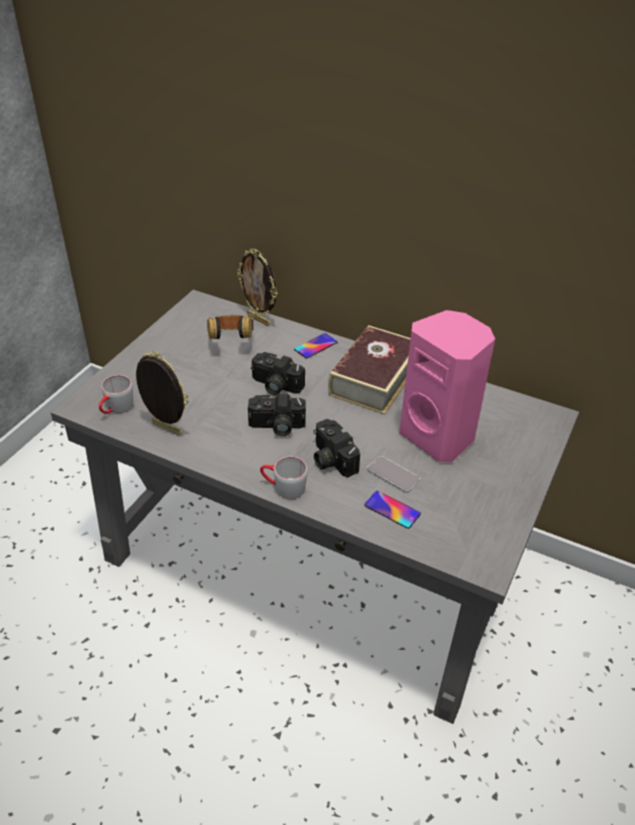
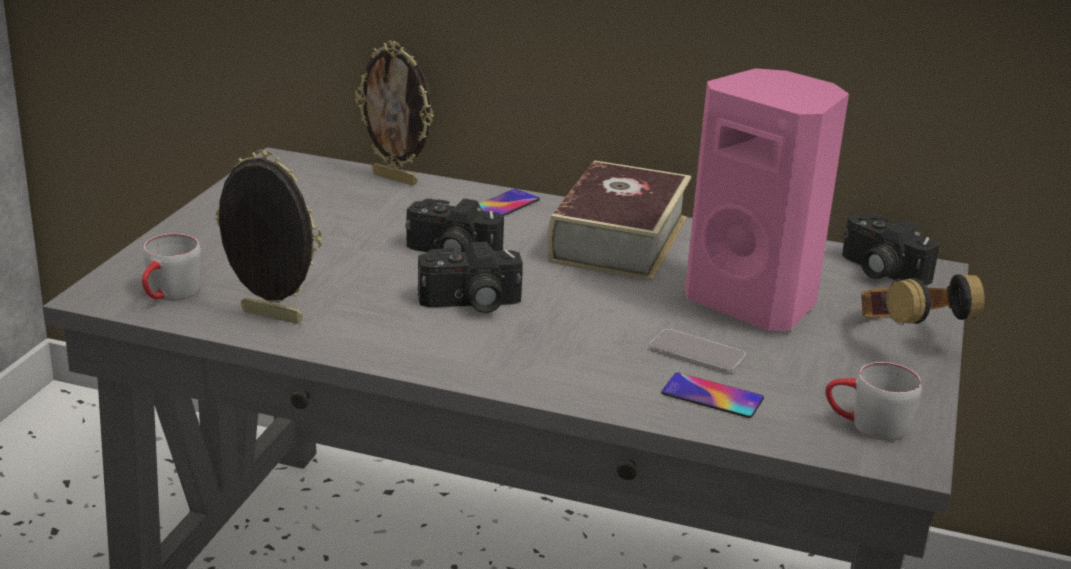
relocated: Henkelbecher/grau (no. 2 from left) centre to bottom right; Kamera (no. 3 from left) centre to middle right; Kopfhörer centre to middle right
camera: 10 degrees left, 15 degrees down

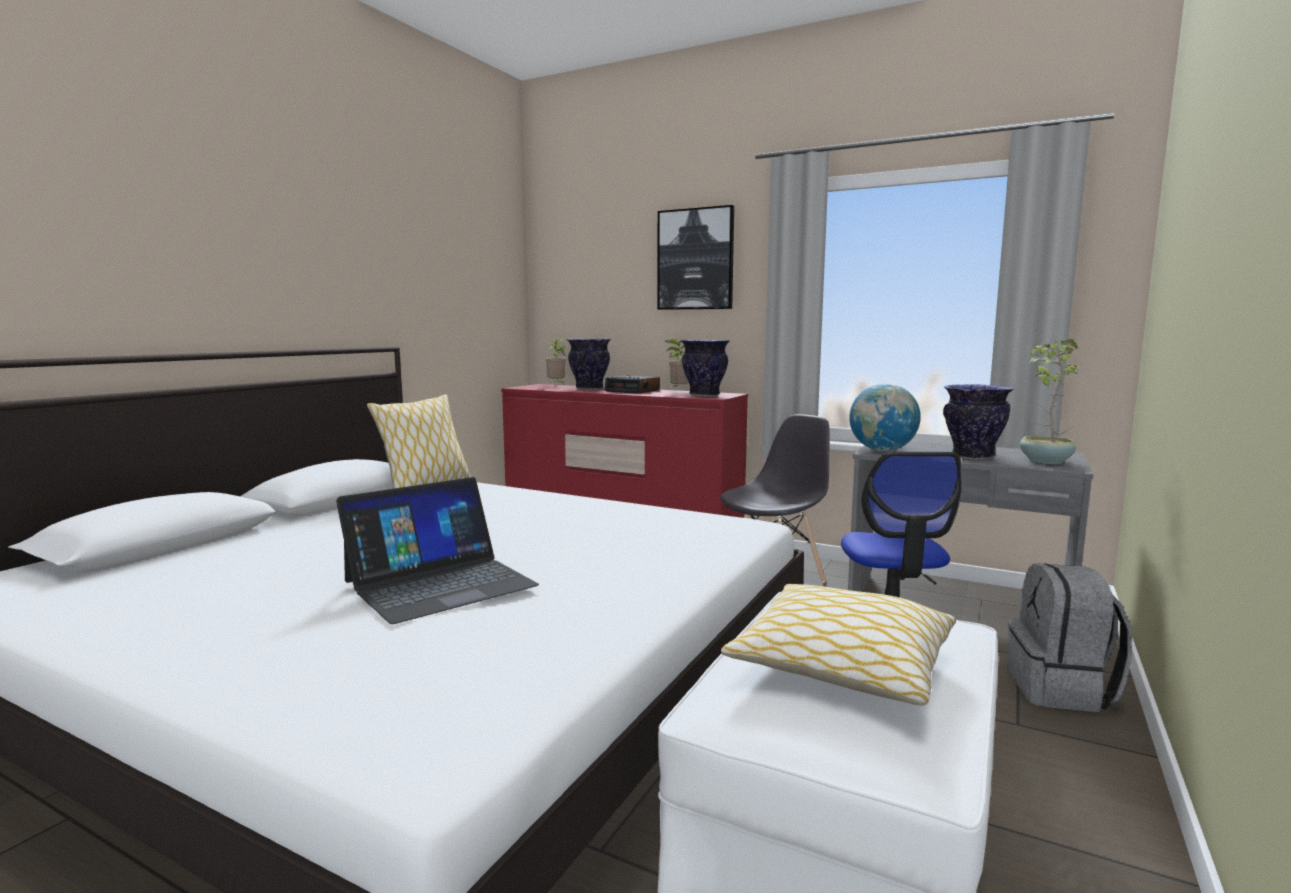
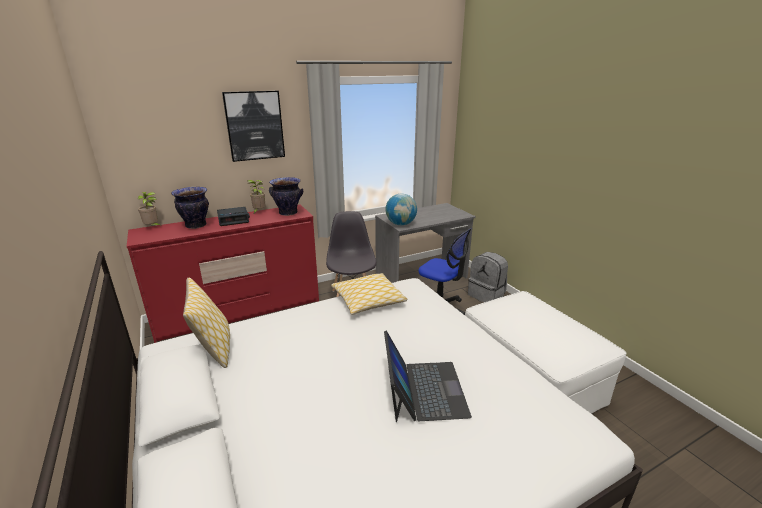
missing: Vase (no. 3 from left) middle right; Topfpflanze (no. 3 from left) middle right
relocated: Kissen (no. 2 from left) bottom centre to centre
camera: 55 degrees left, 15 degrees up

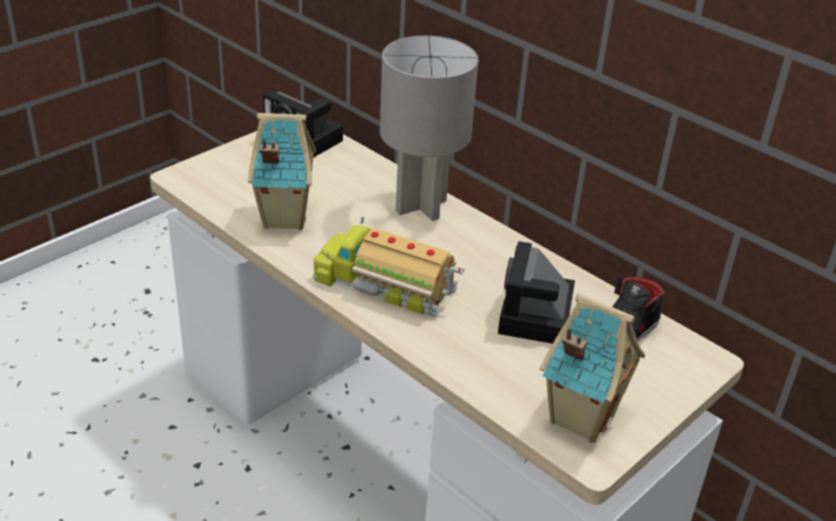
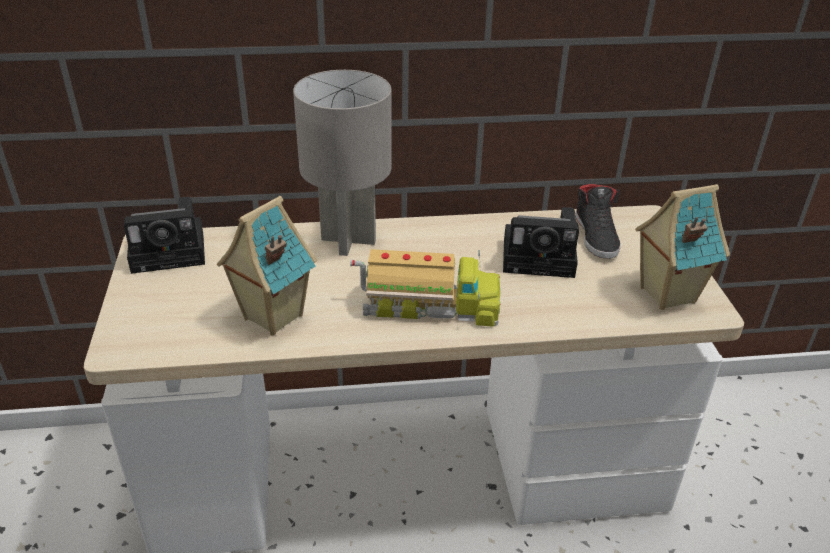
spun: Spielzeuglaster centre = centre 150 degrees counterclockwise; Kamera (no. 2 from left) centre = centre 45 degrees counterclockwise
camera: 50 degrees left, 0 degrees up

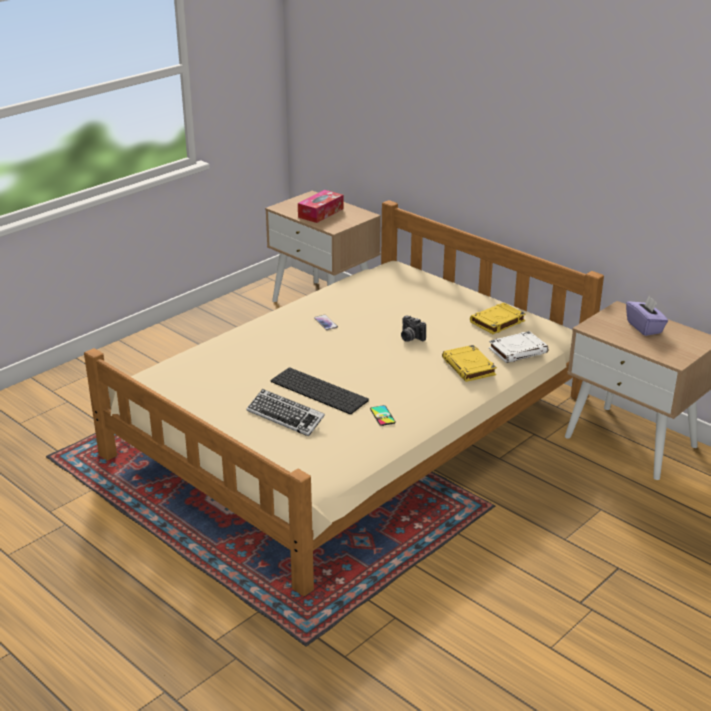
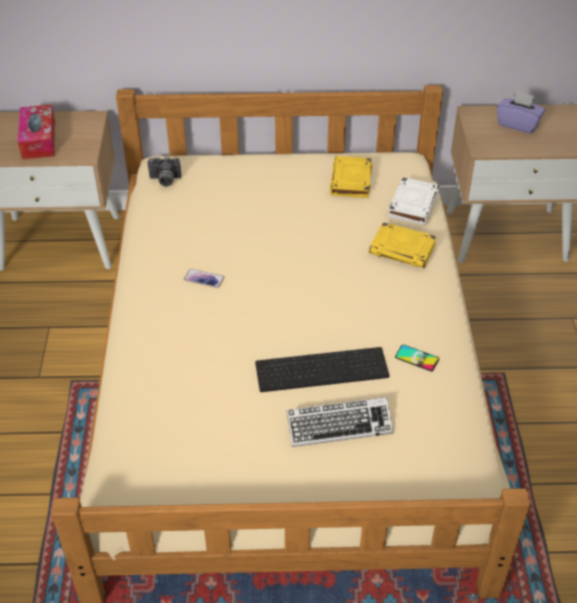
relocated: Kamera centre to top left
camera: 45 degrees left, 15 degrees up

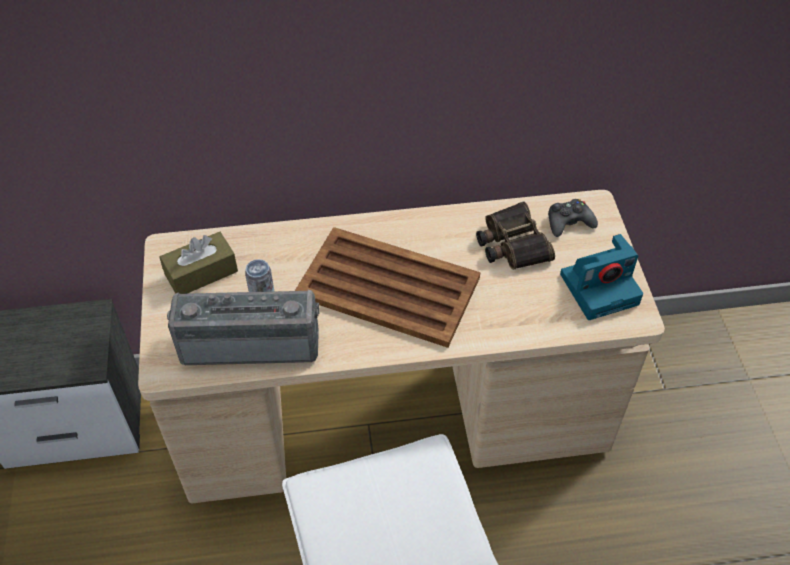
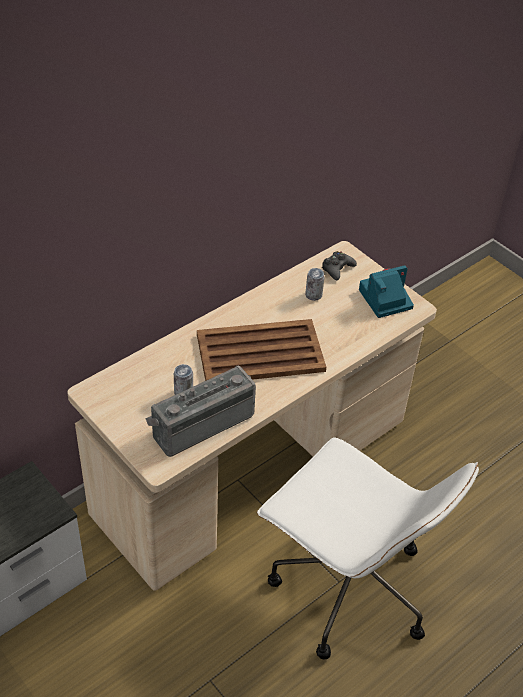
missing: Taschentuchbox/braun middle left
exchanged: Fernglas centre to Dose (no. 2 from left) centre
spun: Kamera middle right = middle right 150 degrees counterclockwise
camera: 35 degrees left, 5 degrees down

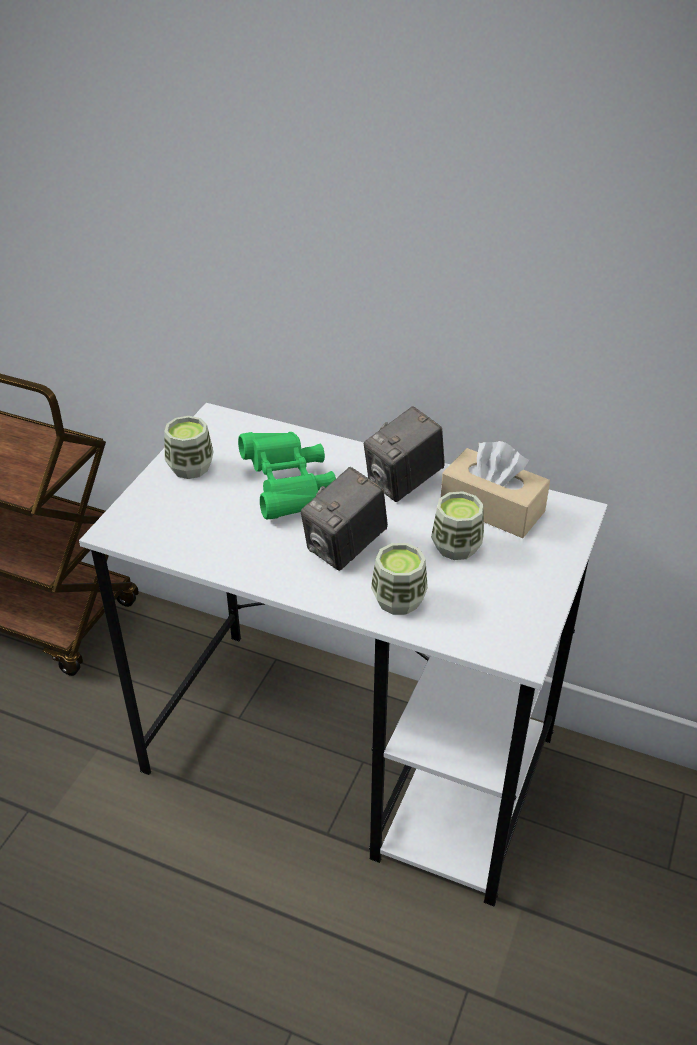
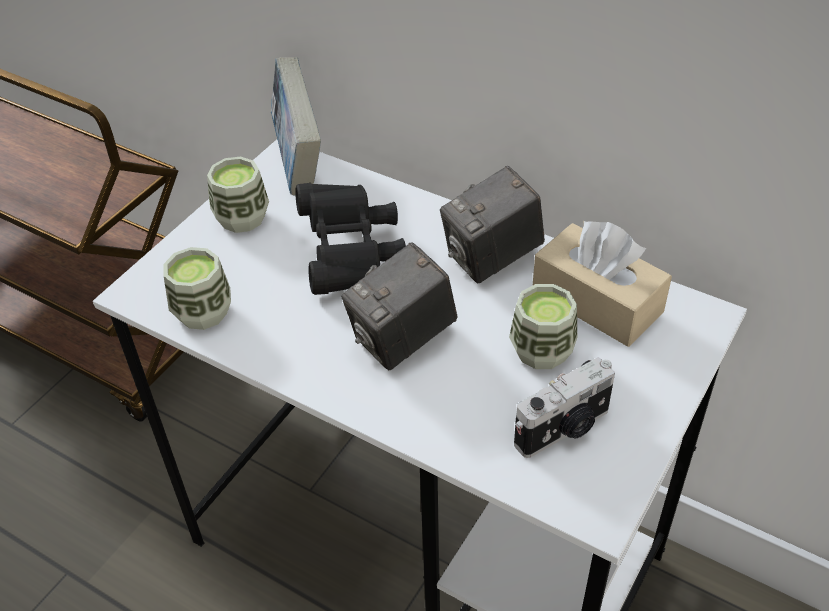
appeared: Buch top centre; Kamera (no. 3 from left) middle right
relocated: Tasse (no. 2 from left in the first image) centre to Tasse (no. 1 from left) middle left
colour: Fernglas/grün centre to Fernglas/schwarz centre
camera: 10 degrees right, 5 degrees up

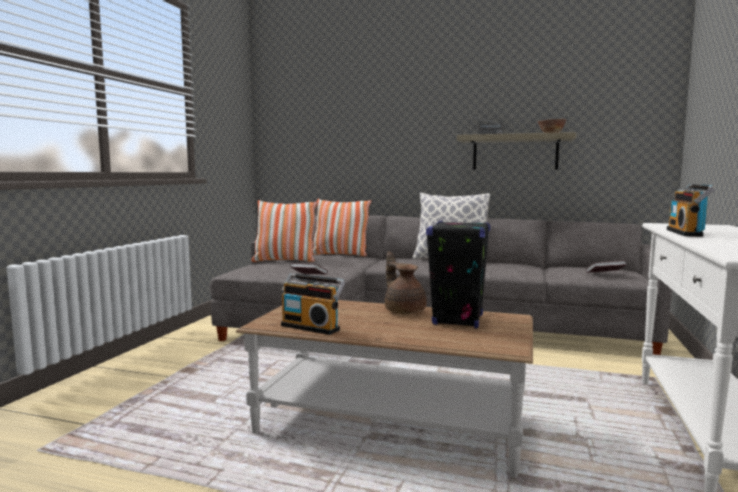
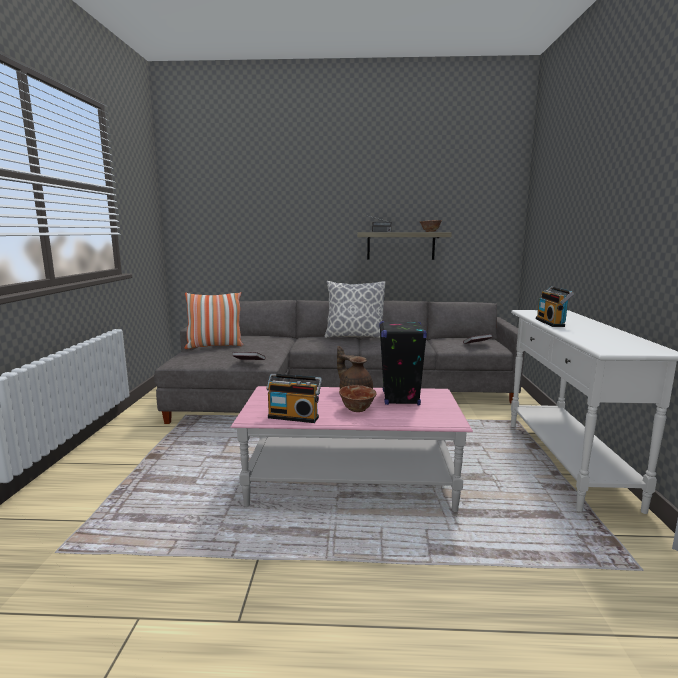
missing: Kissen (no. 2 from left) centre
appeared: Schüssel (no. 1 from left) centre
colour: Couchtisch/braun bottom centre to Couchtisch/rosa centre
camera: 15 degrees left, 5 degrees up

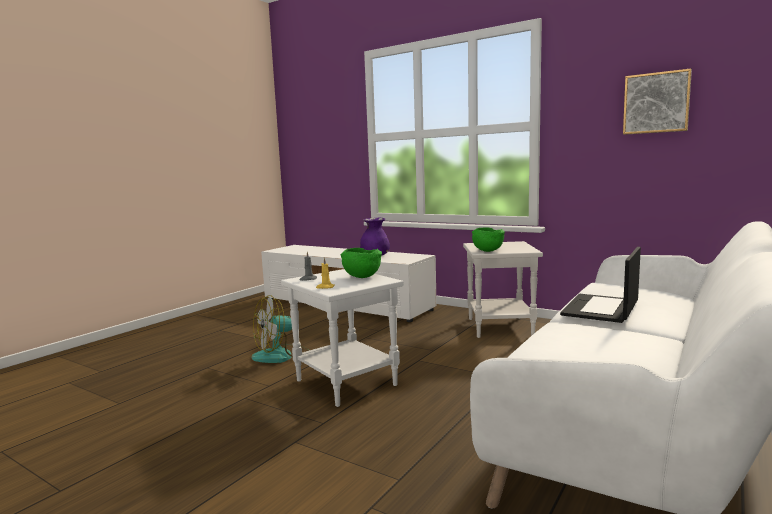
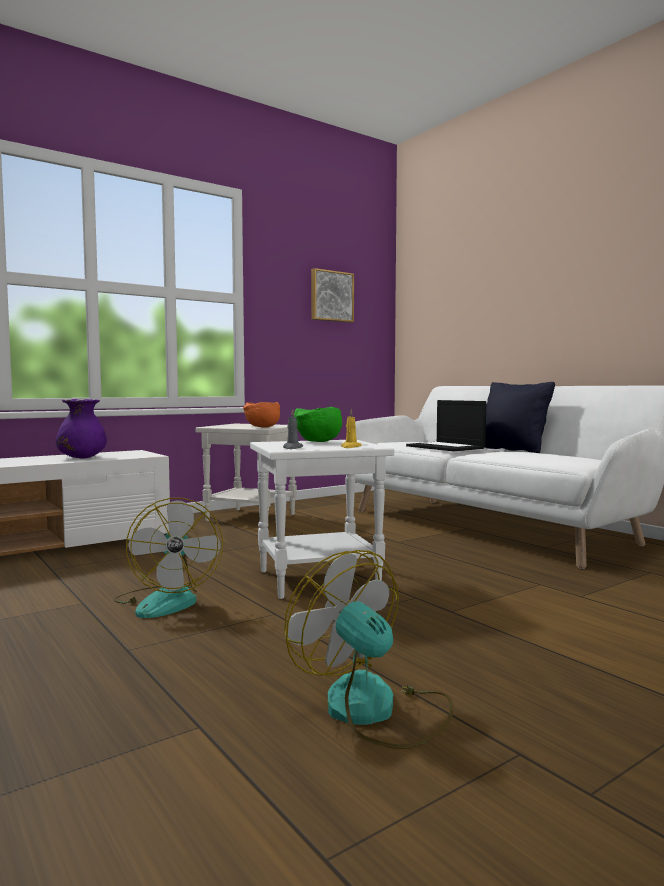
appeared: Ventilator (no. 2 from left) bottom centre; Kissen/schwarz middle right
colour: Schüssel/grün (no. 2 from left) centre to Schüssel/orange centre
camera: 70 degrees left, 5 degrees down

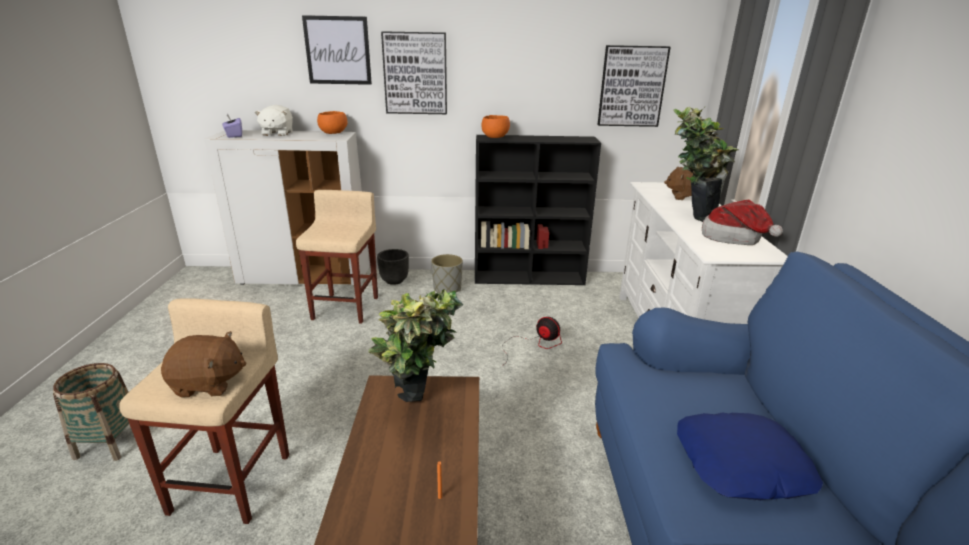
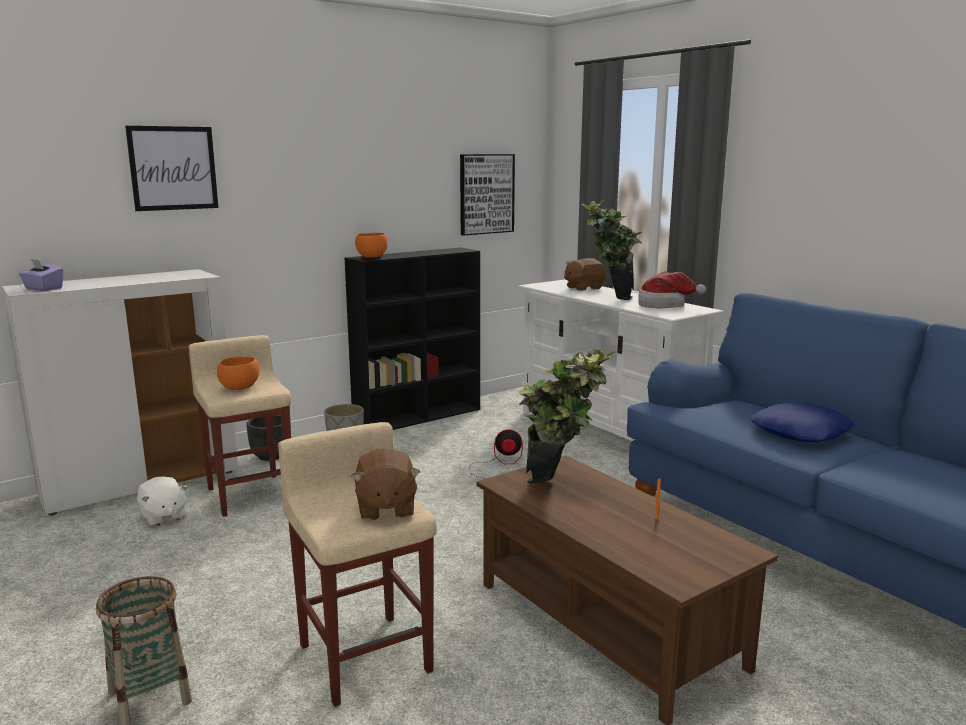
missing: Bild (no. 2 from left) top centre
relocated: Plüschtier/weiß top left to bottom left; Schüssel/orange (no. 1 from left) top centre to middle left
spun: Plüschtier/braun (no. 1 from left) bottom left = bottom centre 120 degrees clockwise
camera: 35 degrees left, 10 degrees down

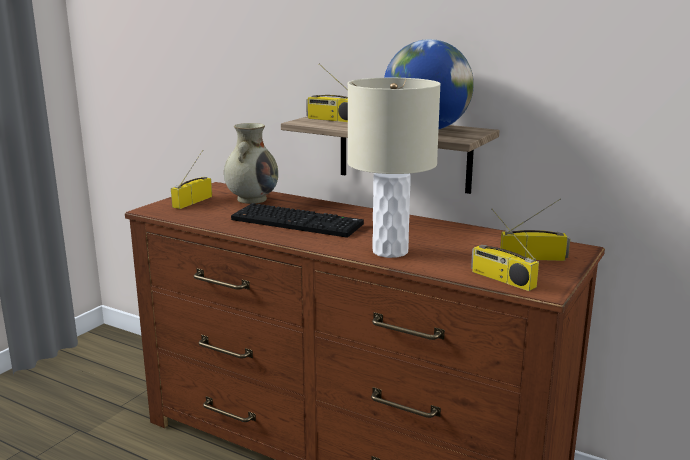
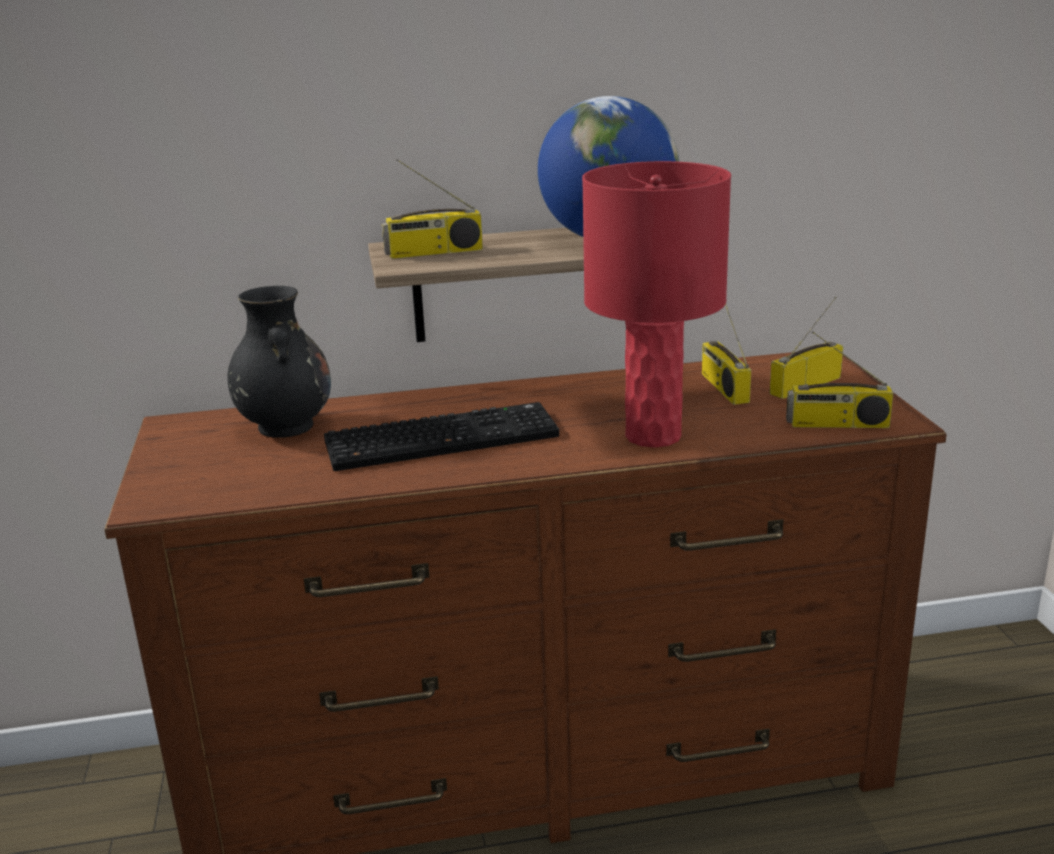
relocated: Radio (no. 1 from left in the first image) middle left to Radio (no. 2 from left) middle right
colour: Vase/beige centre to Vase/schwarz middle left; Tischlampe/beige centre to Tischlampe/rot centre
camera: 40 degrees left, 5 degrees up

